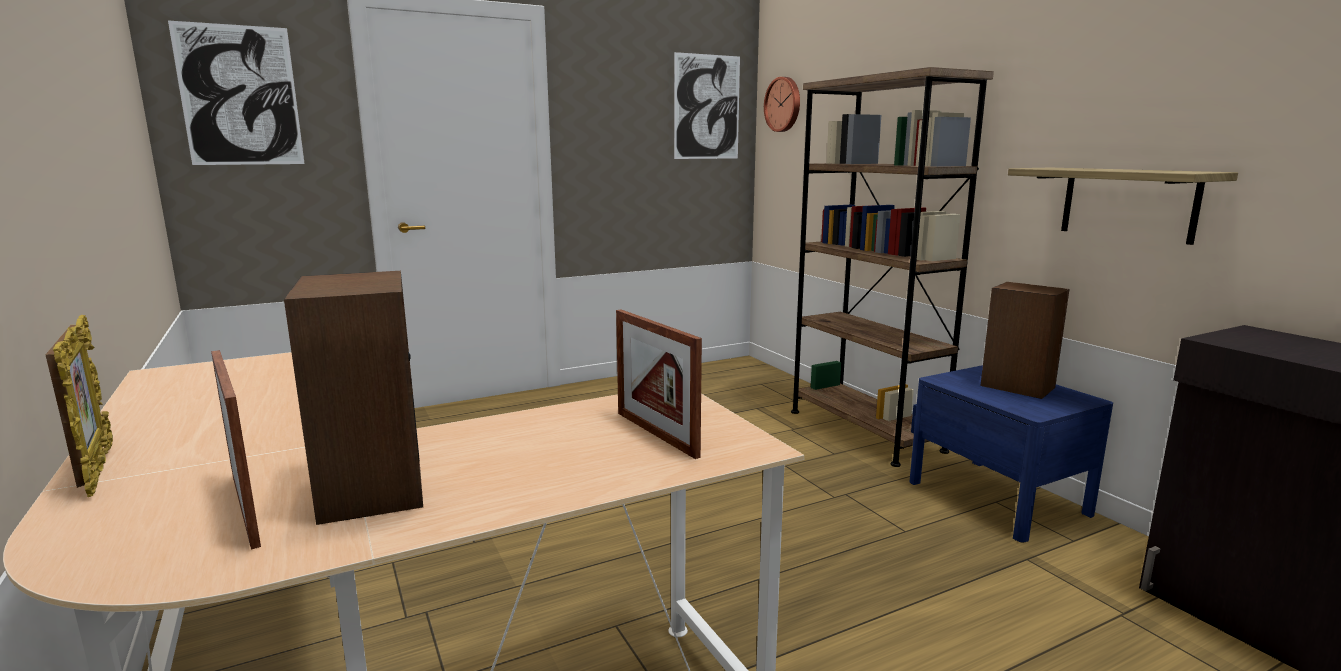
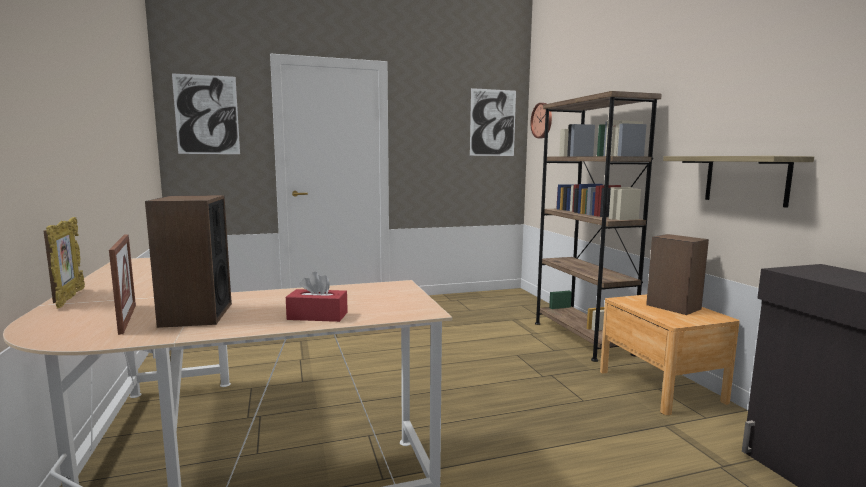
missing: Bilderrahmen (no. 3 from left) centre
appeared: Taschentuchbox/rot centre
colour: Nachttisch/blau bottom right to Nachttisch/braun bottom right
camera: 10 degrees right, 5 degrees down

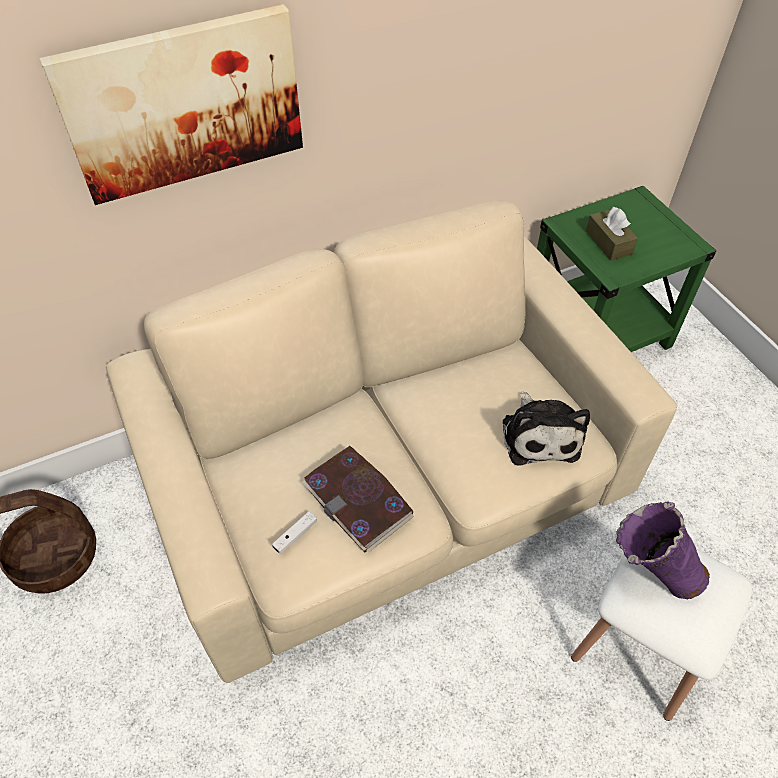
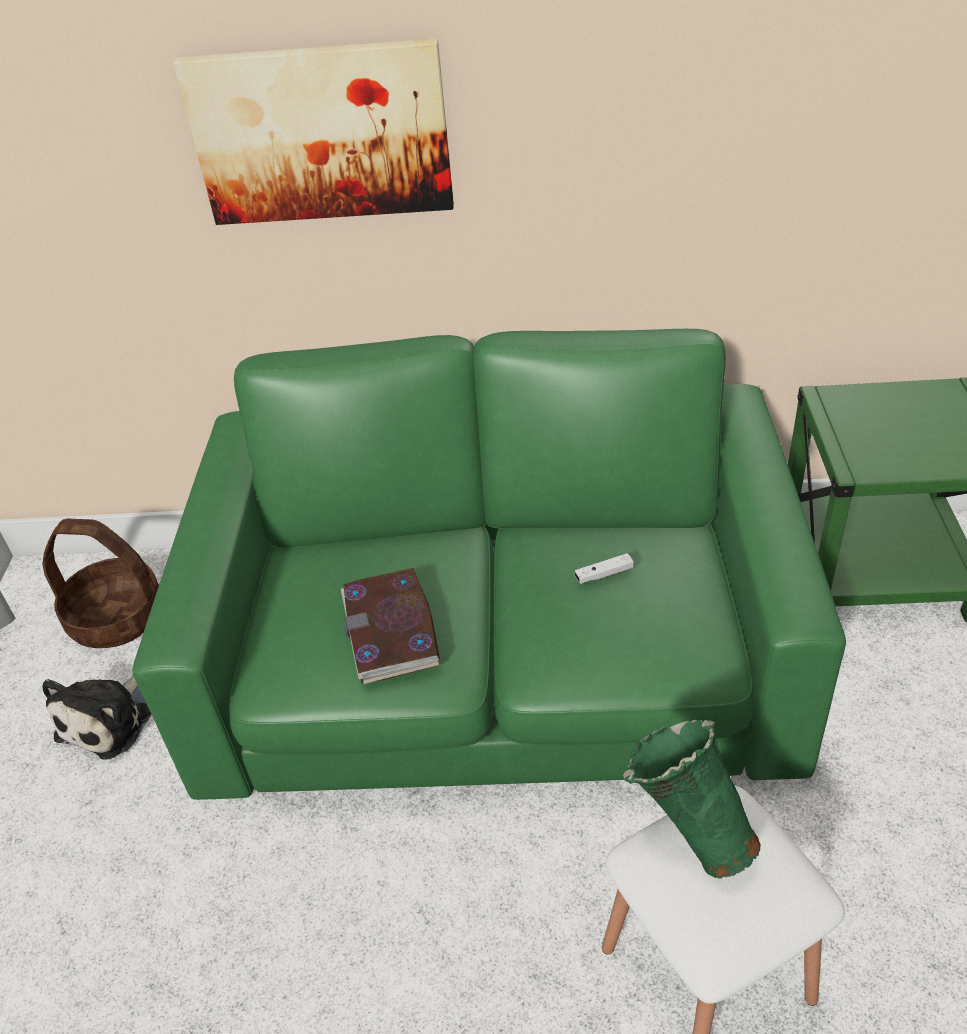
missing: Taschentuchbox/braun top right
relocated: Plüschtier middle right to bottom left; Gamepad/weiß bottom centre to centre
colour: Sofa/beige centre to Sofa/grün centre; Vase/lila bottom right to Vase/grün bottom right
camera: 30 degrees right, 10 degrees down

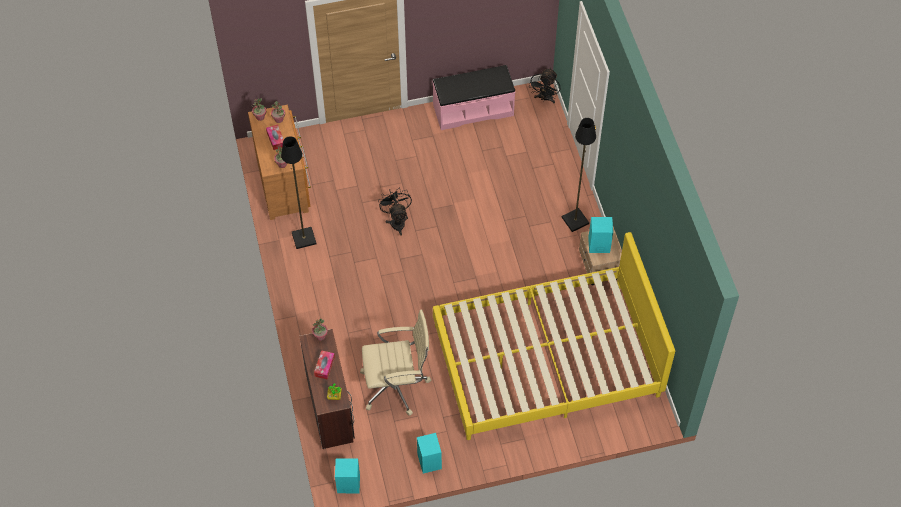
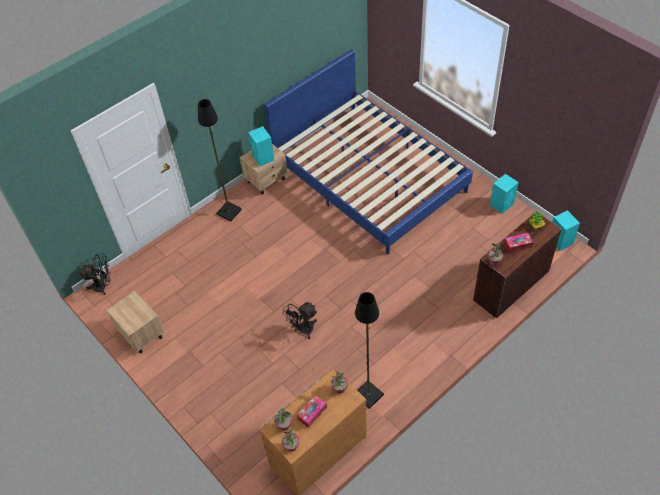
missing: Bürostuhl/beige bottom centre
exchanged: Bank/rosa top centre to Nachttisch/beige (no. 1 from left) middle left
colour: Bett/gelb centre to Bett/blau top centre
camera: 115 degrees left, 5 degrees down

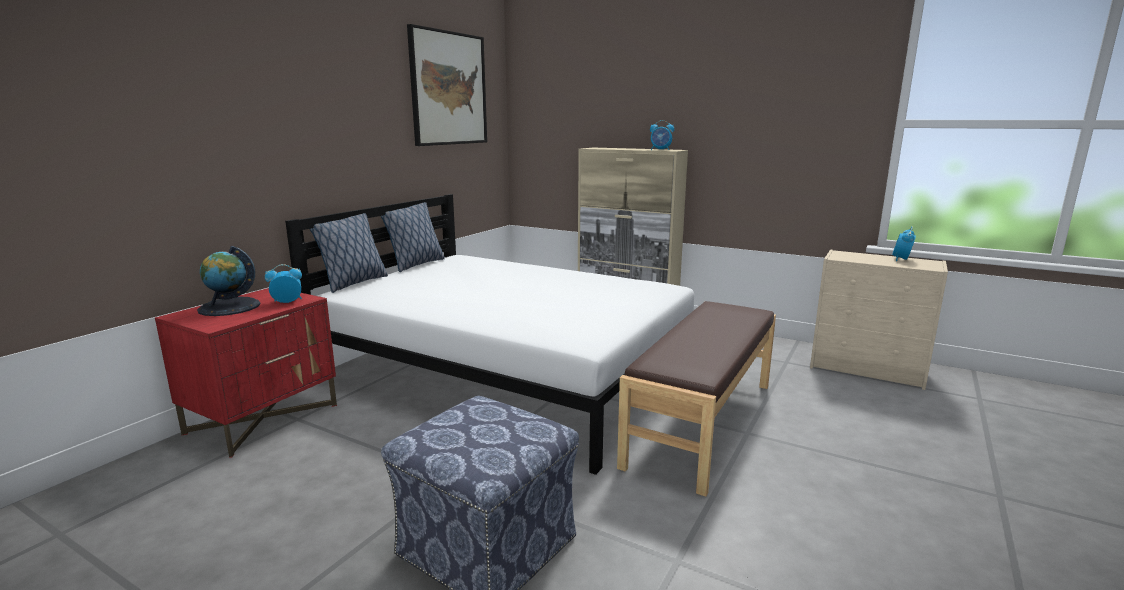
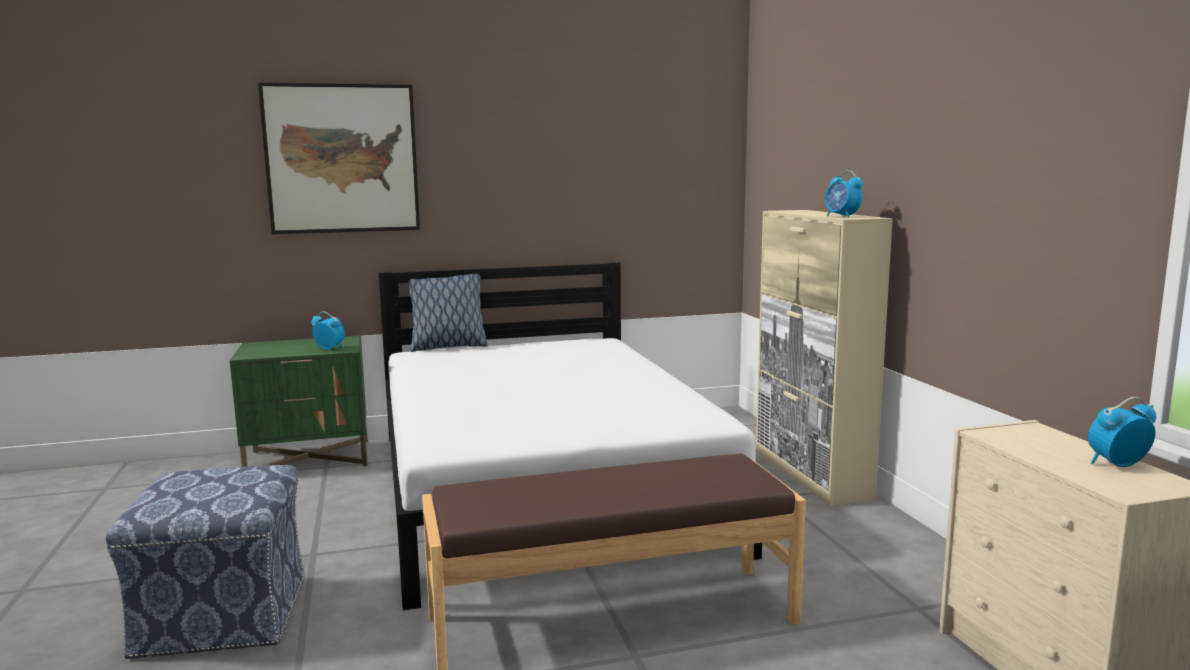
missing: Globus middle left; Kissen (no. 2 from left) centre
relocated: Bild top centre to top left
colour: Nachttisch/rot middle left to Nachttisch/grün middle left
camera: 45 degrees right, 5 degrees down

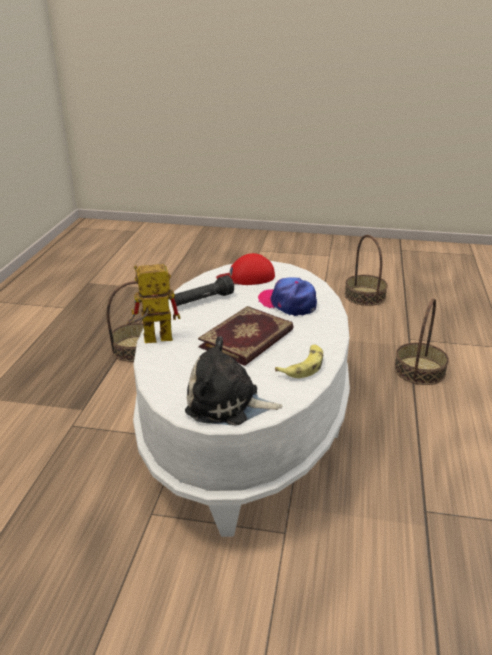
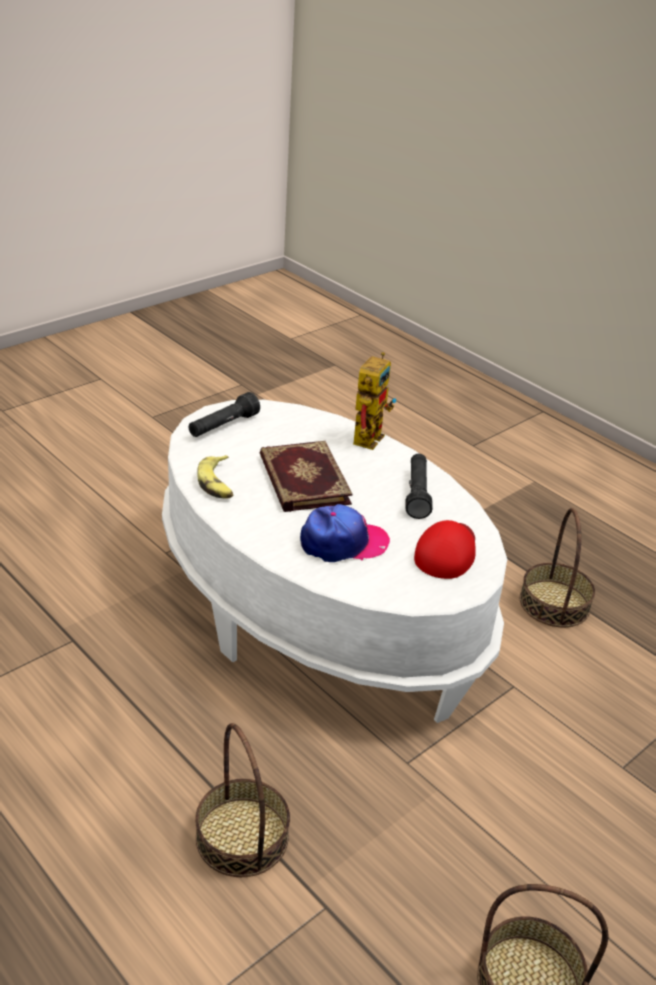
exchanged: Plüschtier centre to Taschenlampe/schwarz (no. 1 from left) centre
camera: 125 degrees right, 5 degrees up

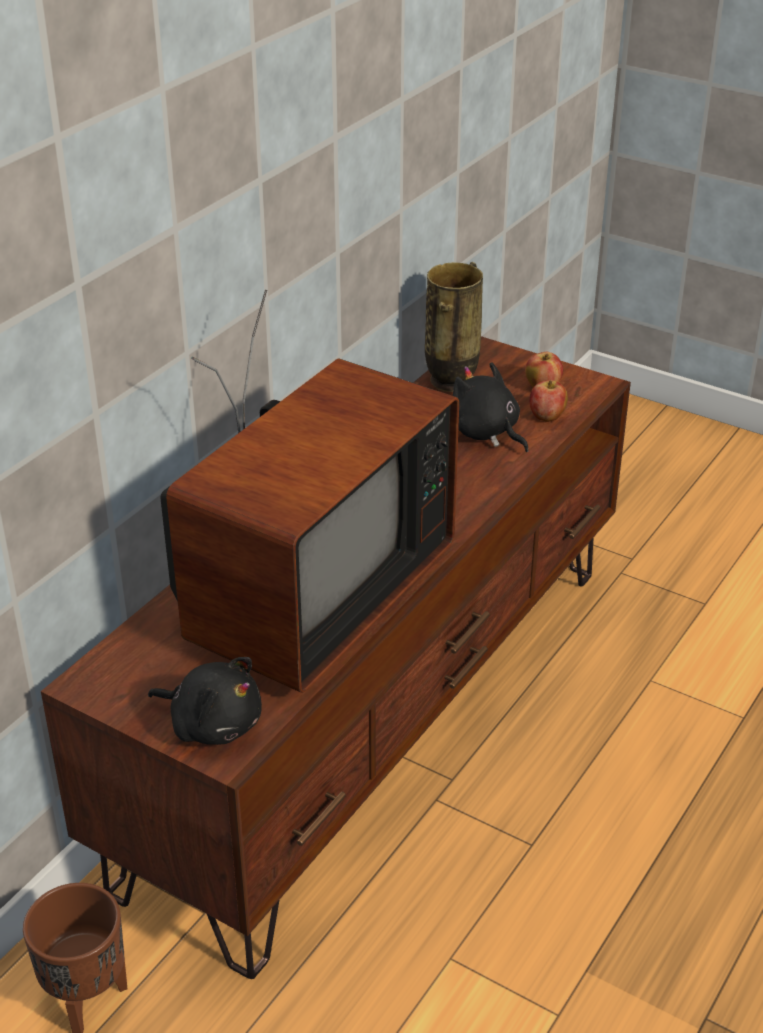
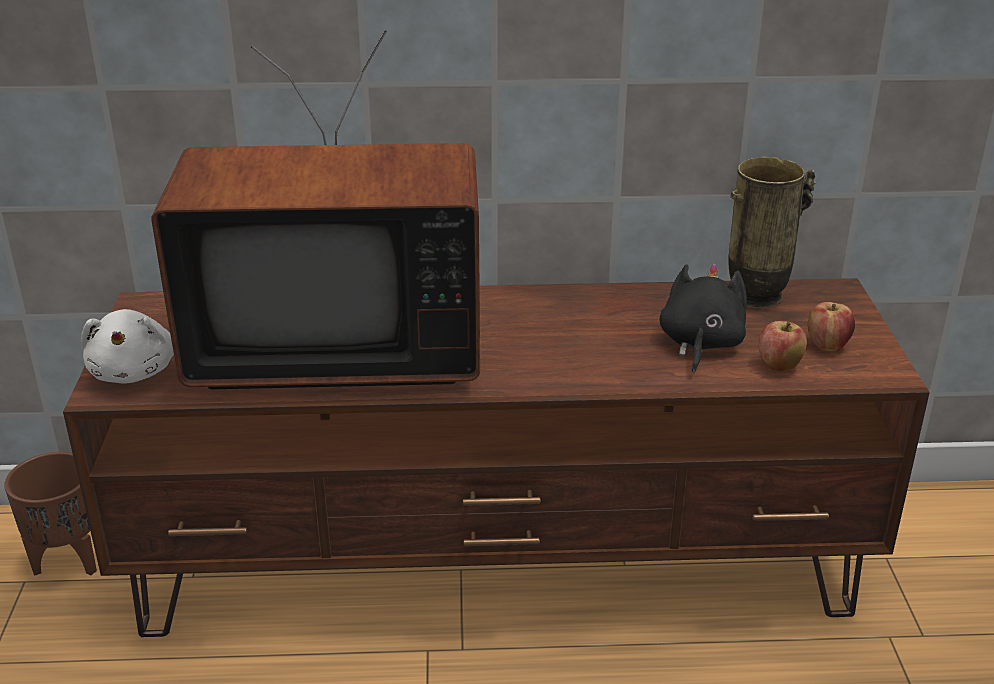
colour: Plüschtier/schwarz (no. 1 from left) bottom left to Plüschtier/weiß middle left
camera: 55 degrees right, 5 degrees down

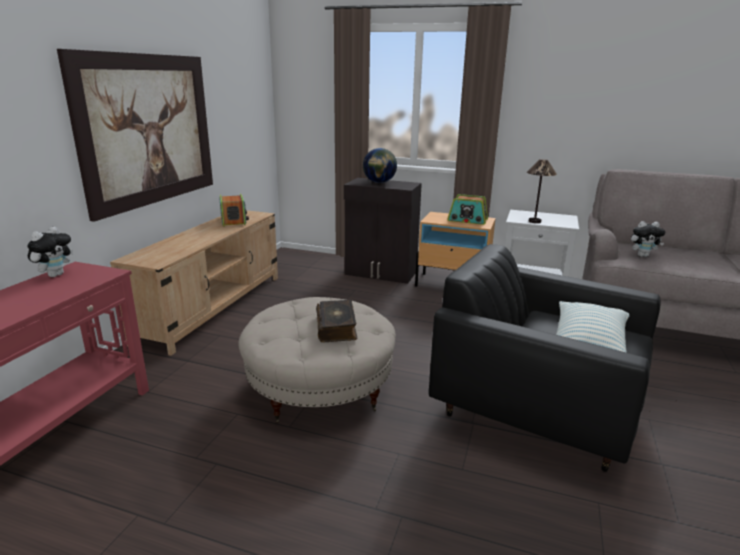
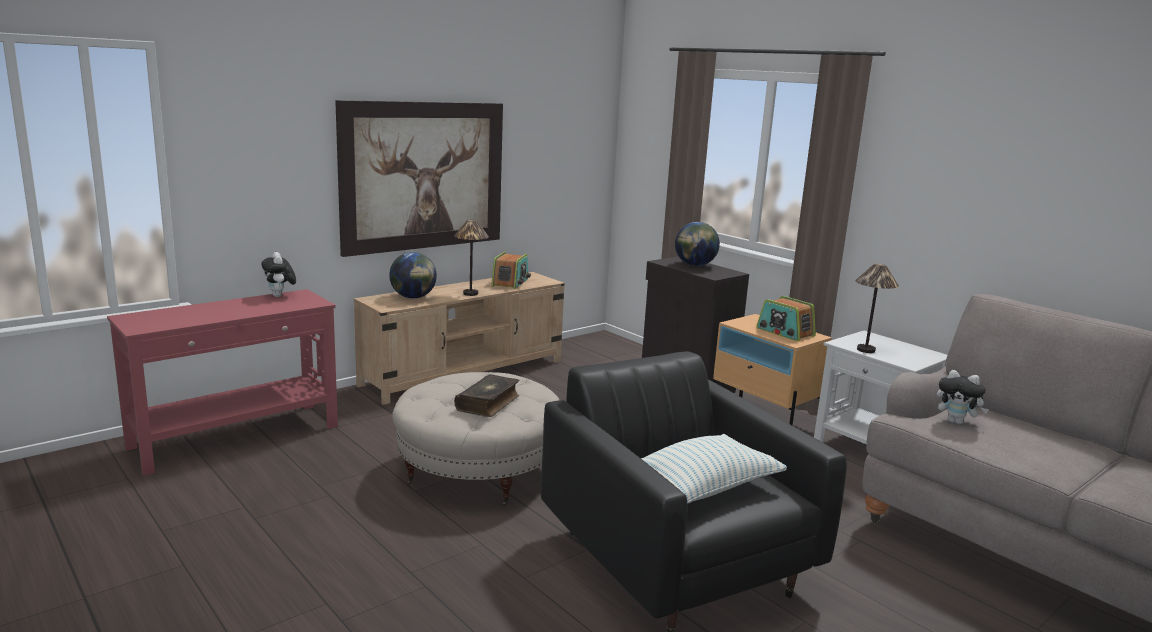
appeared: Globus (no. 1 from left) centre; Tischlampe (no. 1 from left) centre
spun: Plüschtier (no. 1 from left) middle left = middle left 105 degrees clockwise
camera: 30 degrees right, 5 degrees down

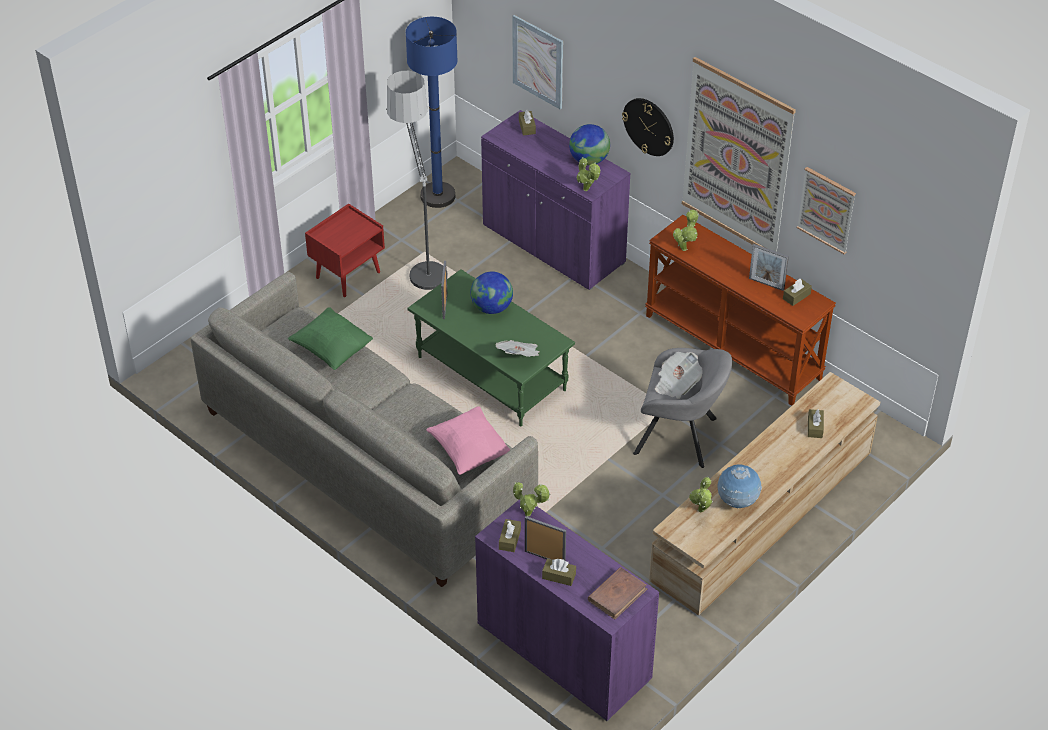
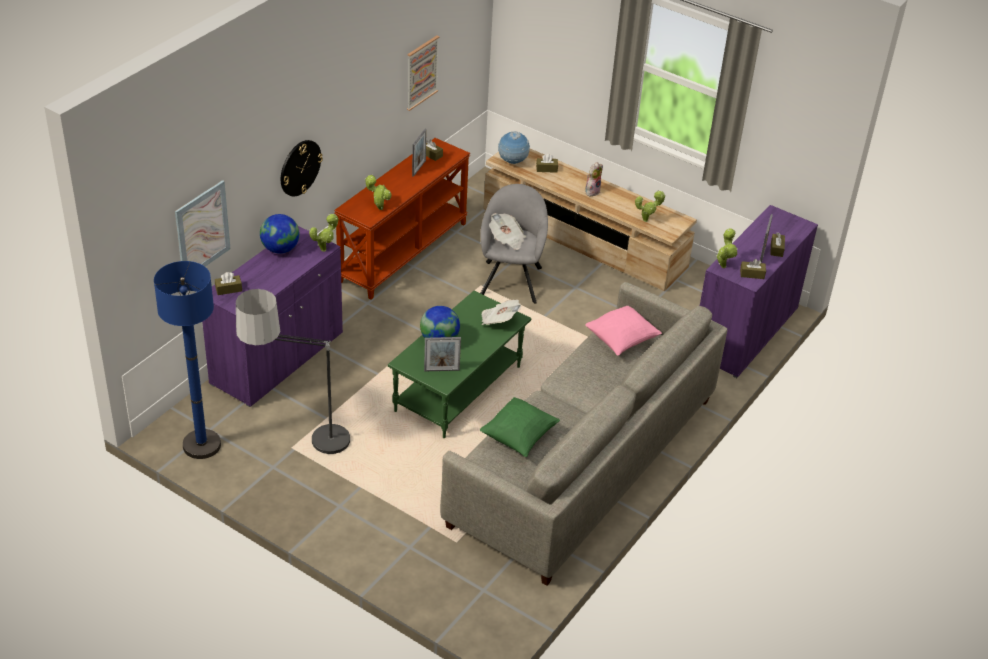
missing: Nachttisch/rot middle left; Buch/braun bottom centre; Bild (no. 2 from left) top right
appeared: Plüschtier top centre
relocated: Globus (no. 3 from left) middle right to top centre
camera: 100 degrees left, 5 degrees down

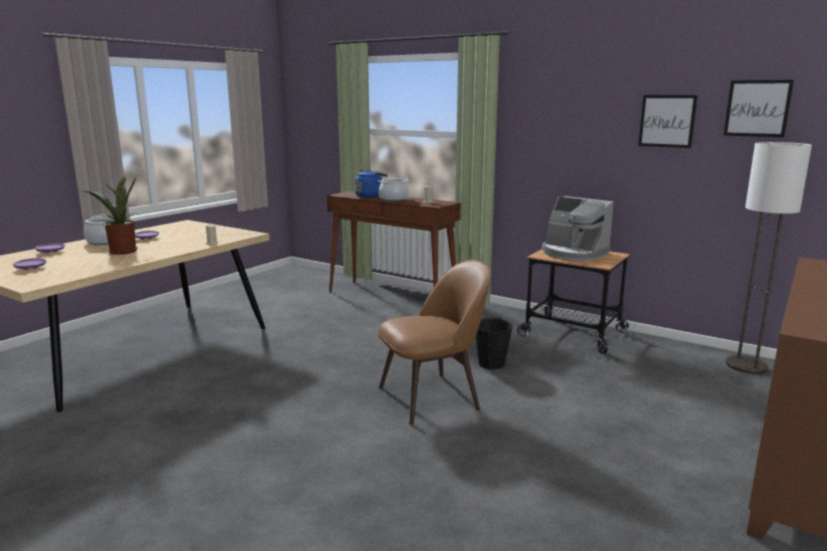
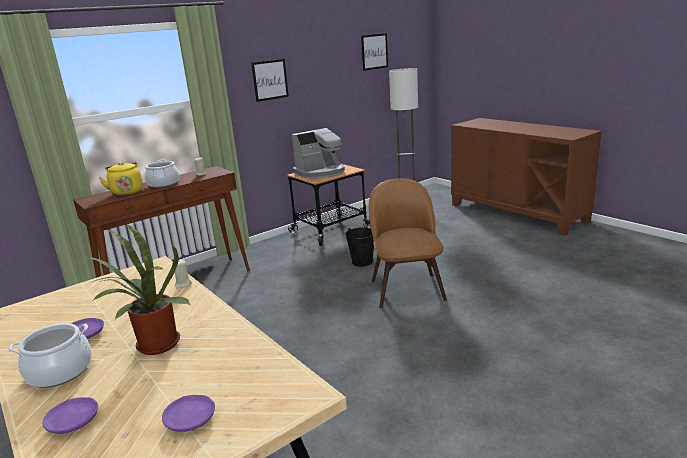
relocated: Bild (no. 1 from left) top right to top centre
colour: Wasserkessel/blau top centre to Wasserkessel/gelb middle left
camera: 70 degrees left, 5 degrees up

